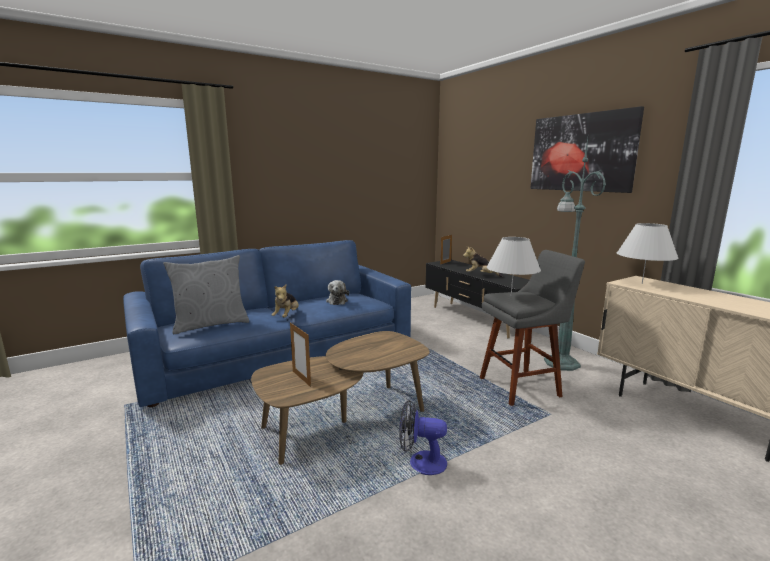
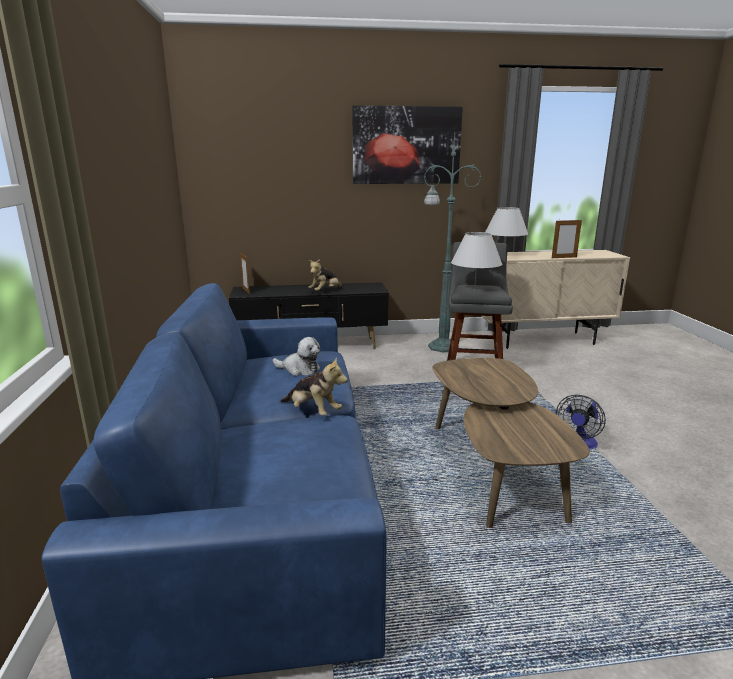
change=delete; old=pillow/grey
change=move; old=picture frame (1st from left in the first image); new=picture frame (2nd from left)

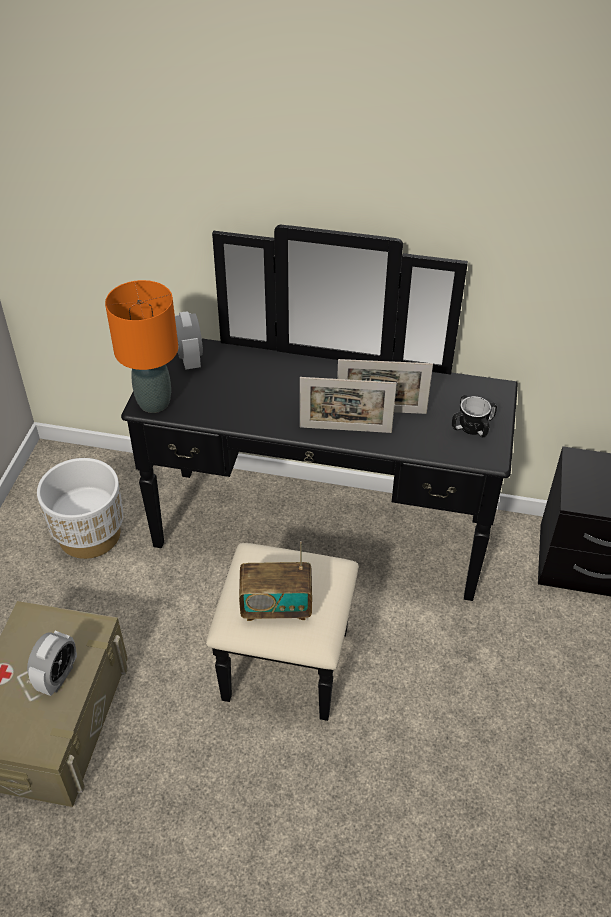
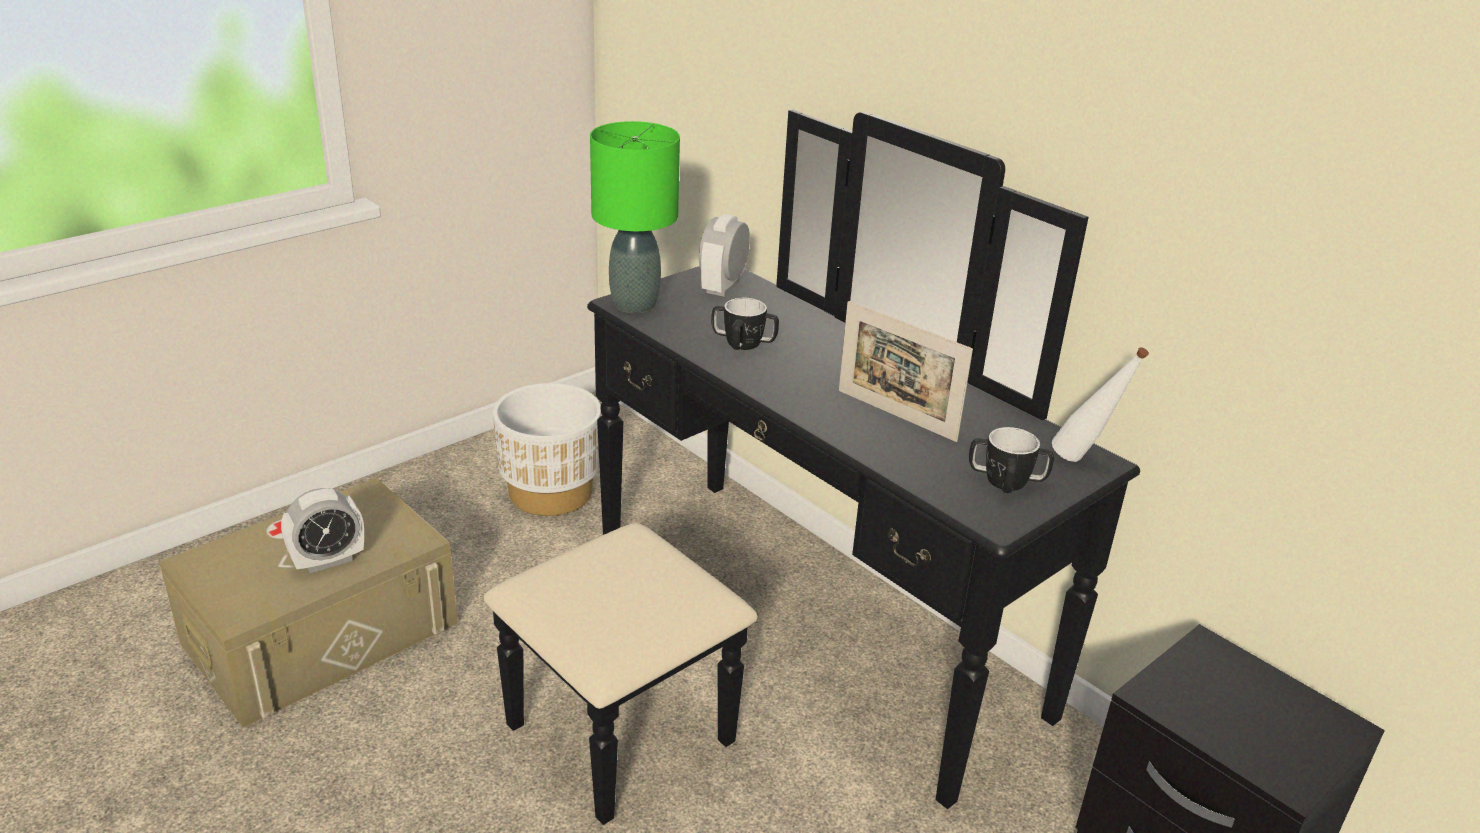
change=recolor; old=table lamp/orange; new=table lamp/green
change=delete; old=radio
change=delete; old=picture frame (1st from left)
change=insert; new=mug (1st from left)
change=insert; new=bottle/white

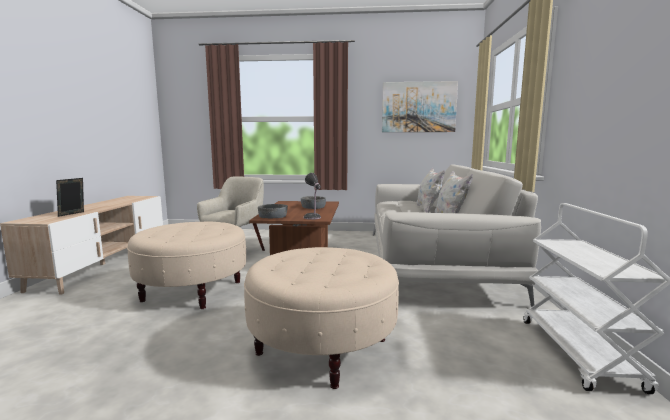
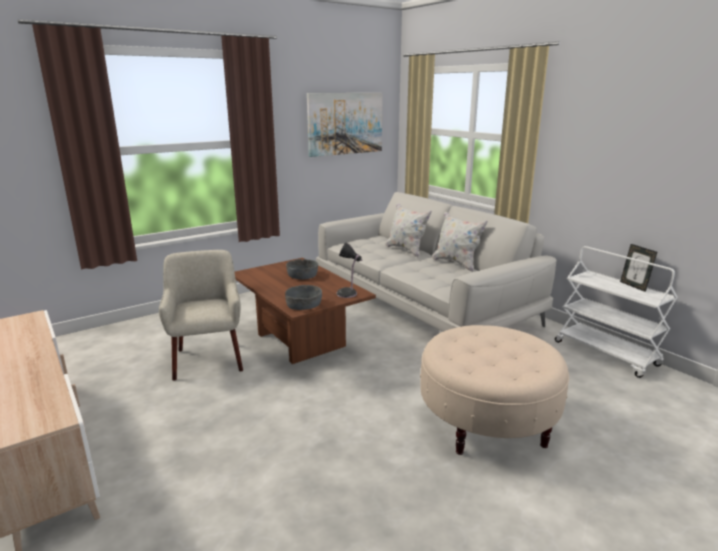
change=move; old=picture frame
change=delete; old=ottoman/beige (1st from left)

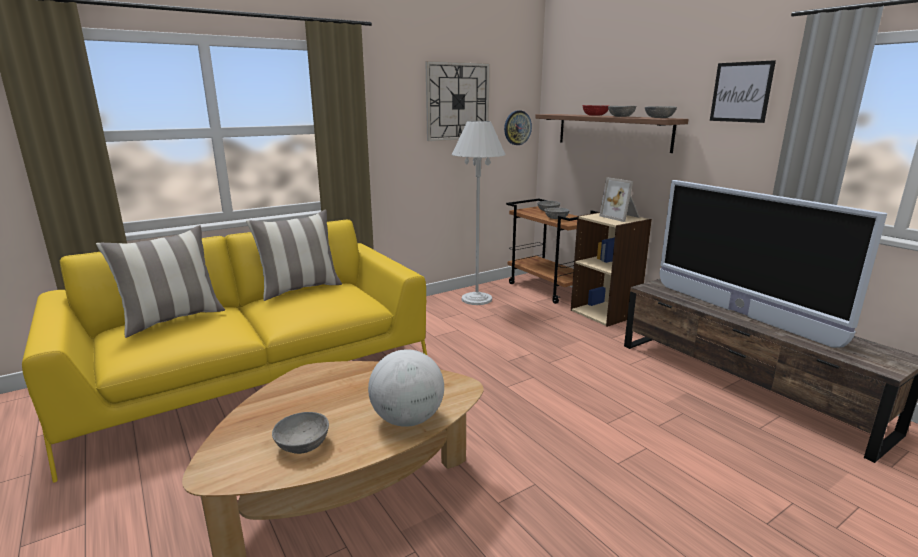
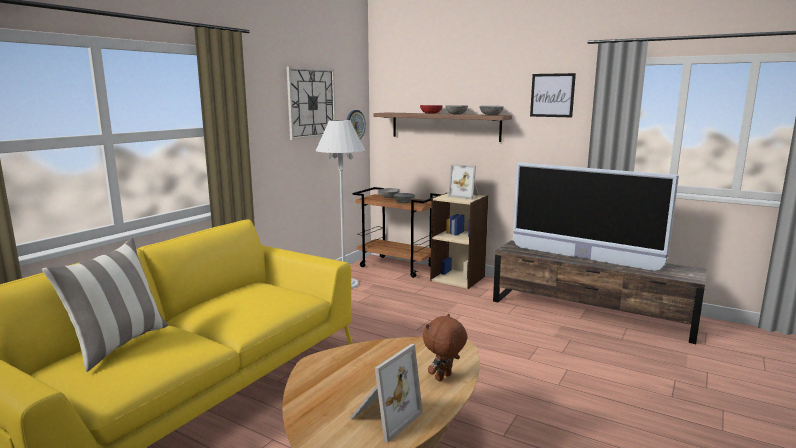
change=delete; old=pillow (2nd from left)
change=replace; old=bowl/grey (1st from left); new=picture frame (1st from left)
change=replace; old=globe; new=plush toy/brown

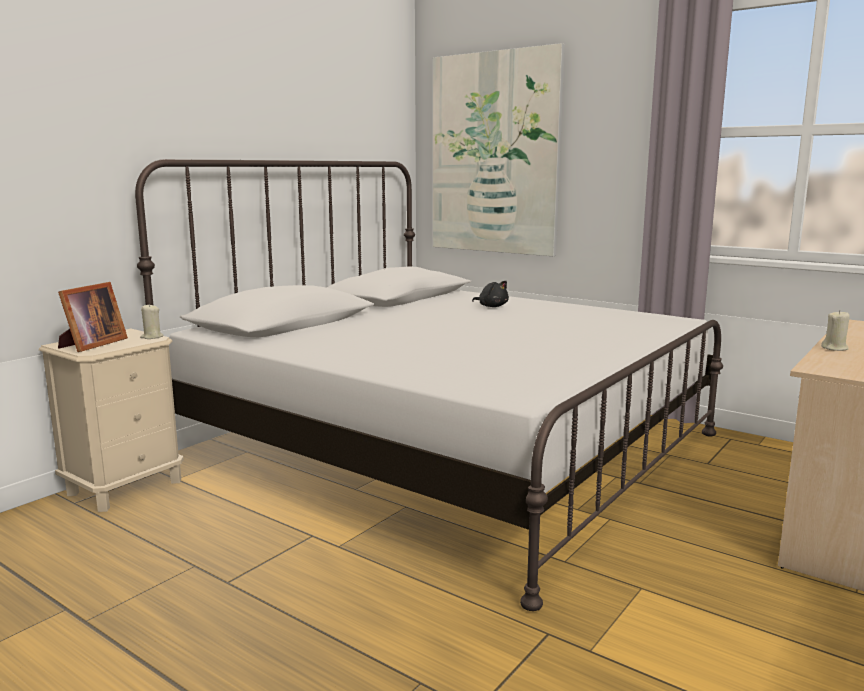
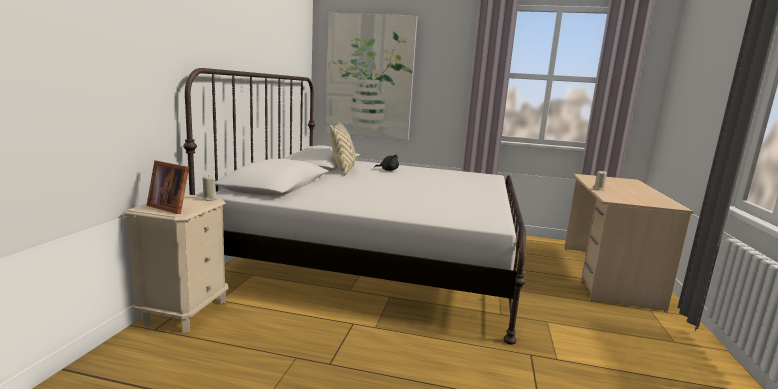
change=rotate; old=picture frame; degrees=120
change=insert; new=pillow/beige

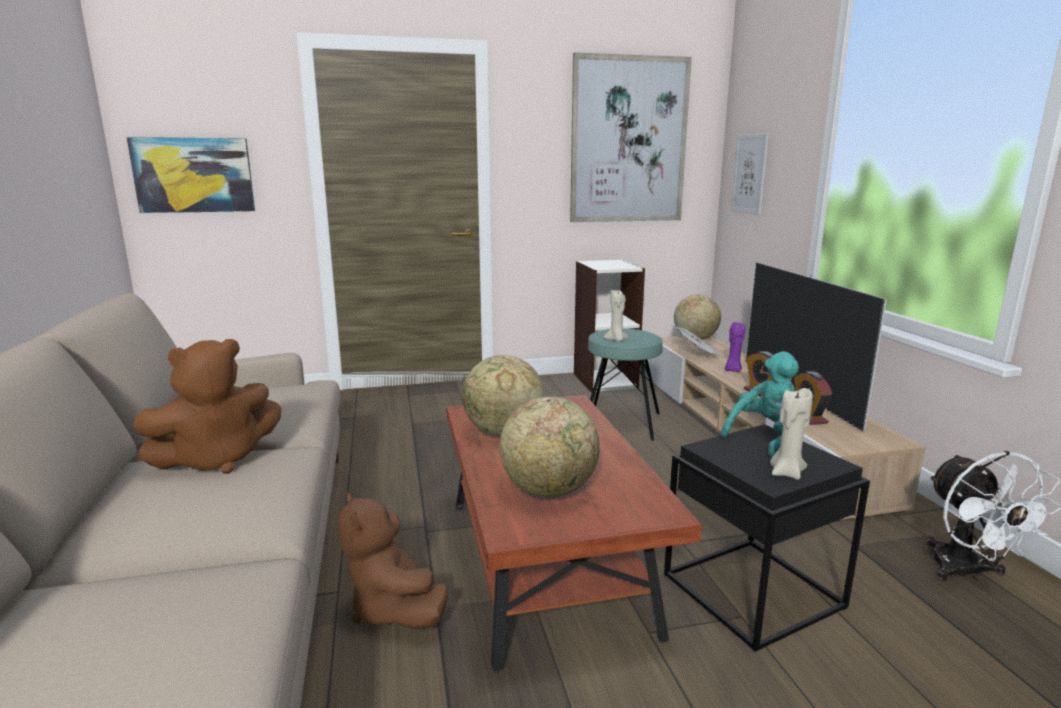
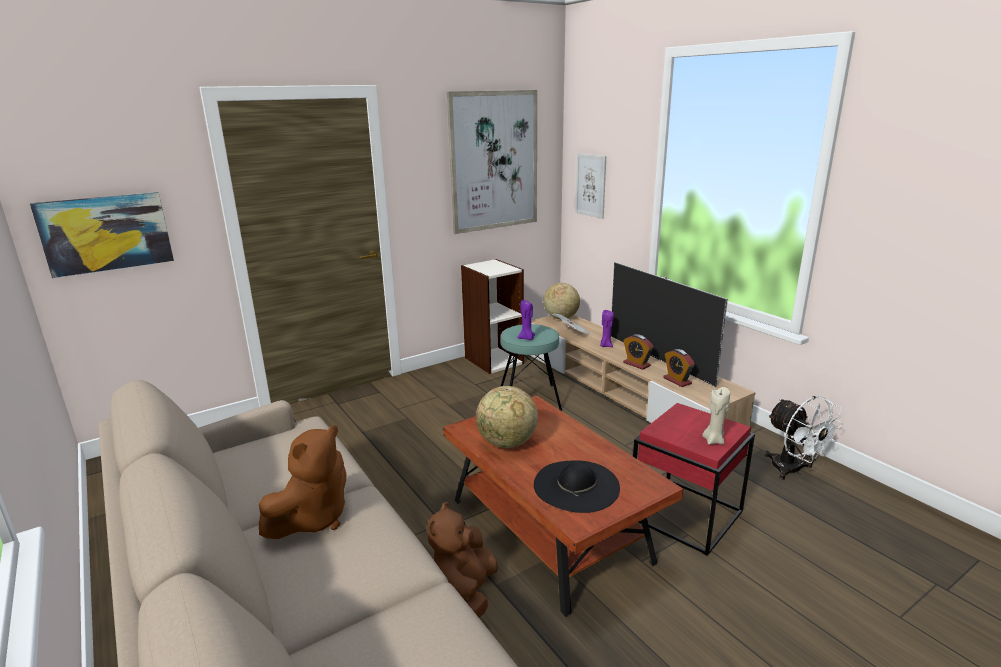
change=rotate; old=plush toy/brown (2nd from left); degrees=60
change=replace; old=globe (2nd from left); new=hat/black
change=recolor; old=candle/beige (1st from left); new=candle/purple (1st from left)
change=recolor; old=side table/black; new=side table/red
change=delete; old=plush toy/turquoise

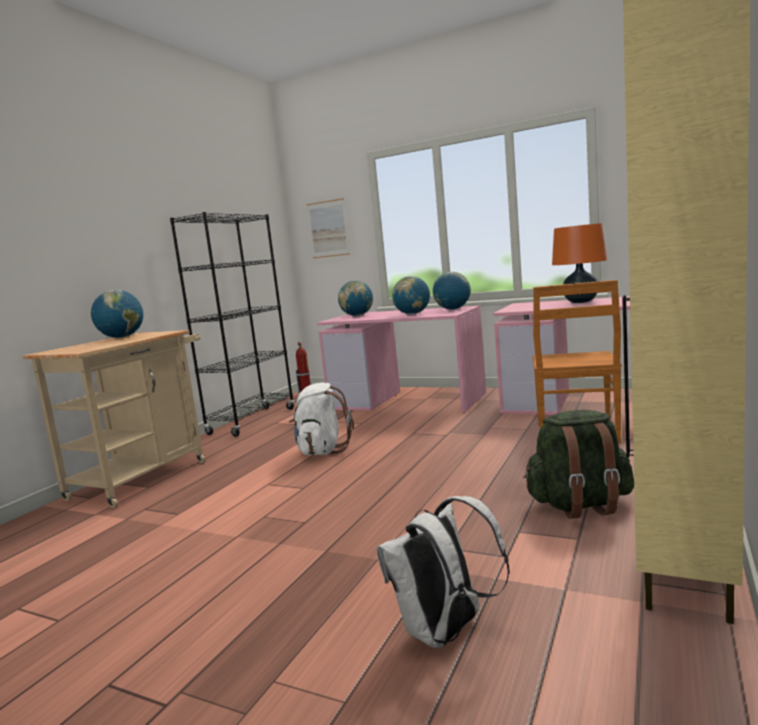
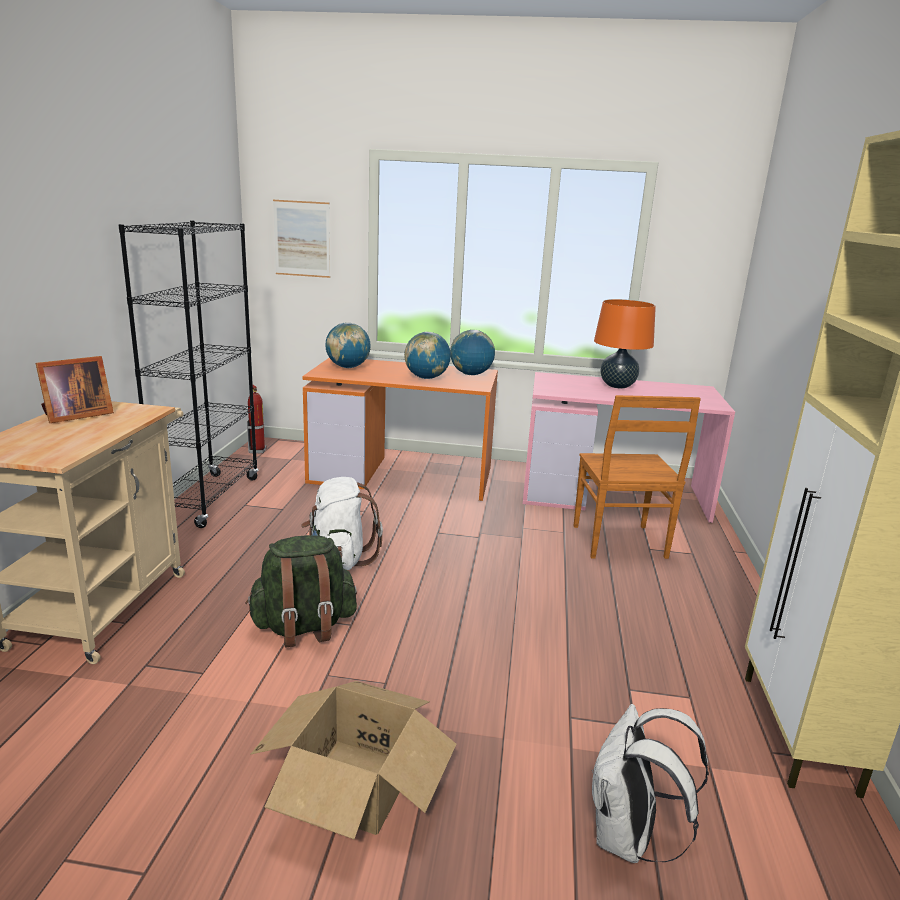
change=replace; old=globe (1st from left); new=picture frame
change=recolor; old=desk/pink (1st from left); new=desk/orange
change=move; old=backpack/green
change=insert; new=cardboard box

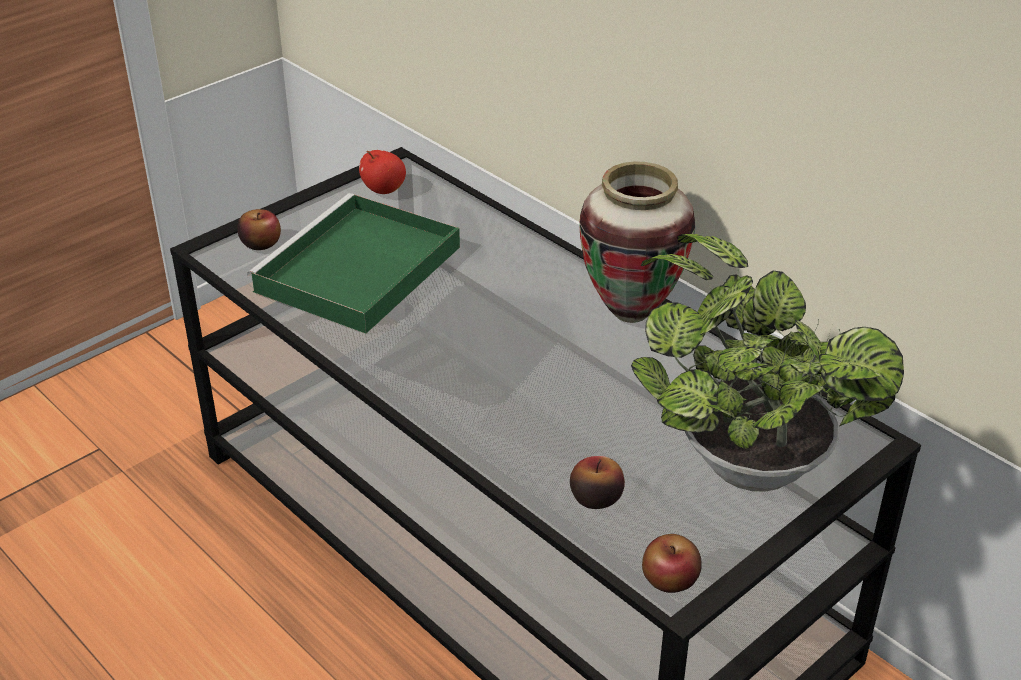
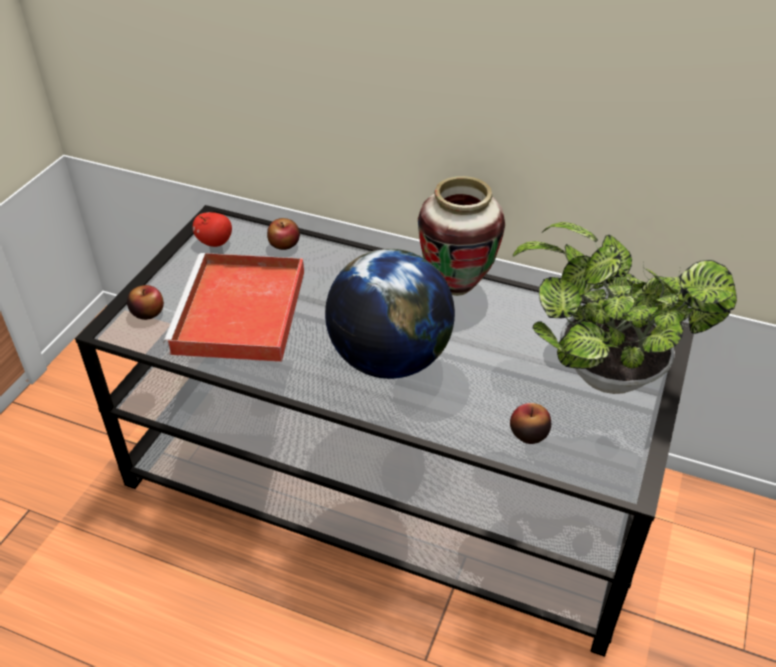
change=recolor; old=tray/green; new=tray/red
change=move; old=apple (4th from left in the first image); new=apple (3rd from left)
change=insert; new=globe

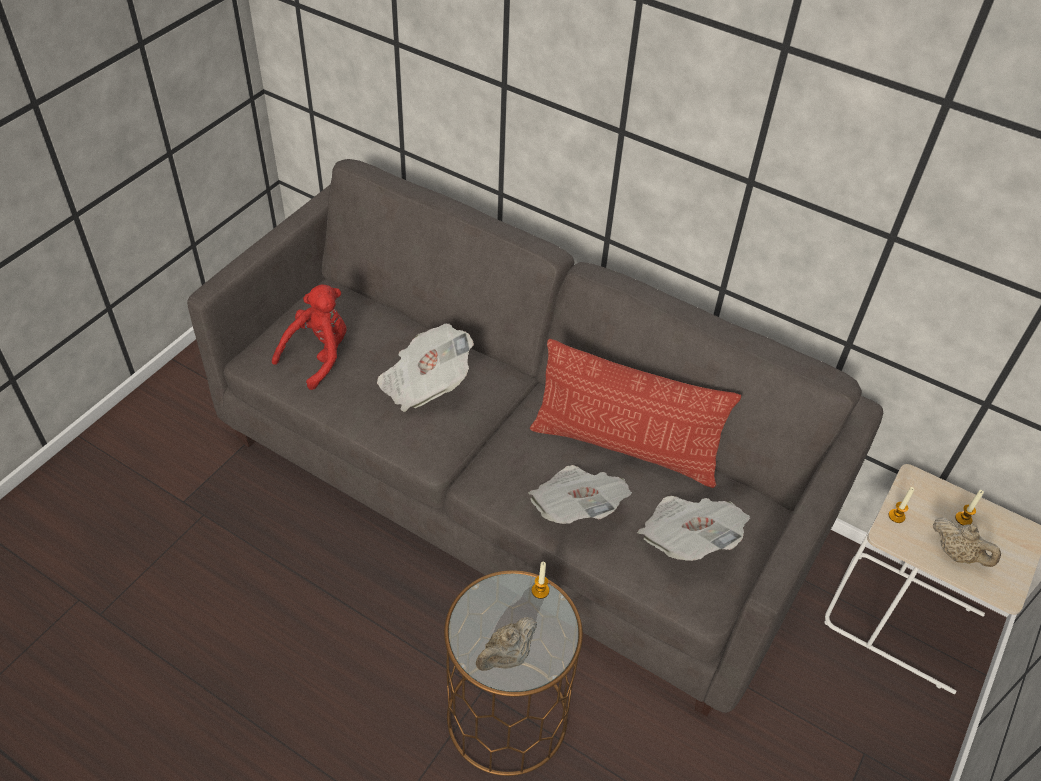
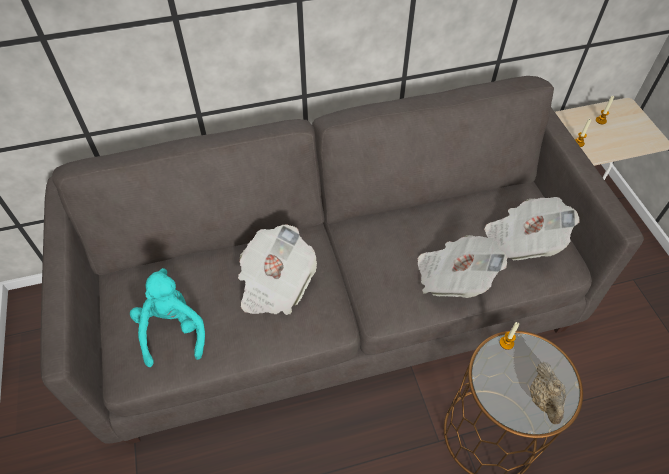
change=recolor; old=plush toy/red; new=plush toy/turquoise
change=delete; old=pillow
change=delete; old=teapot/beige (2nd from left)

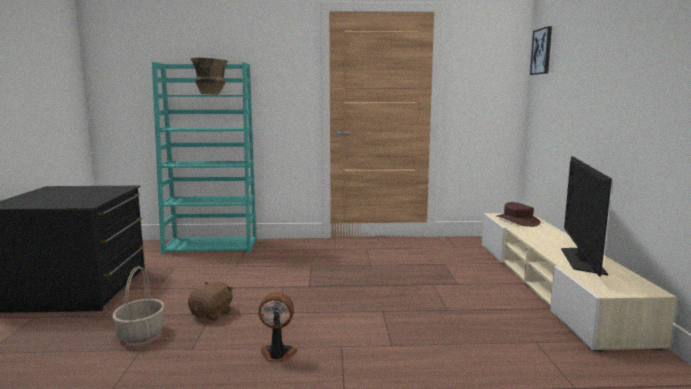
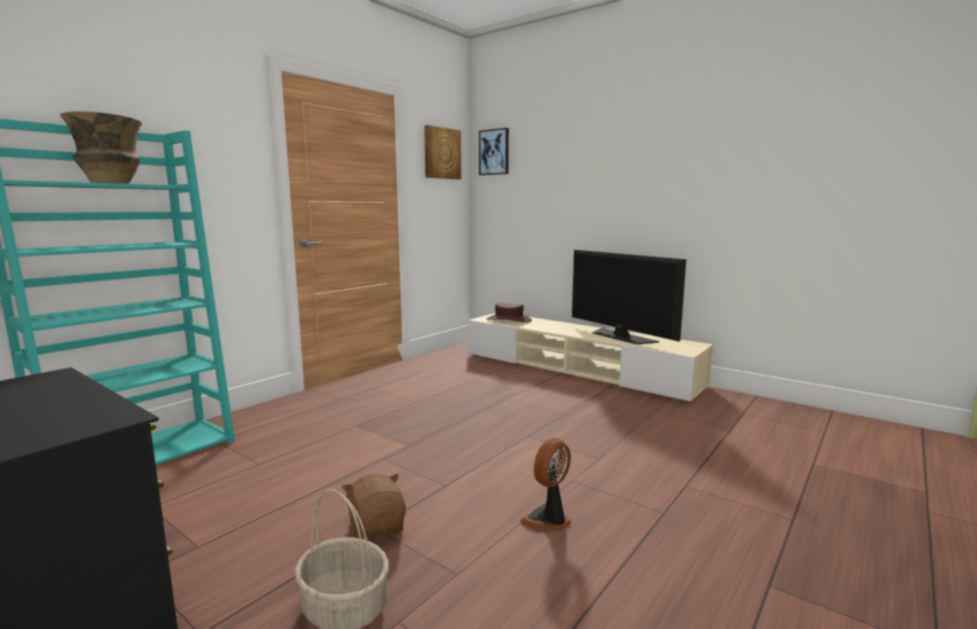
change=insert; new=picture (1st from left)

